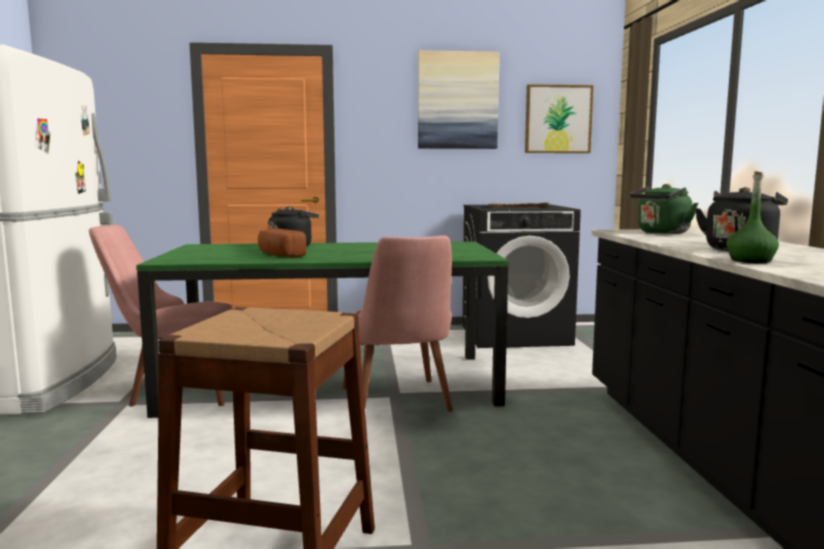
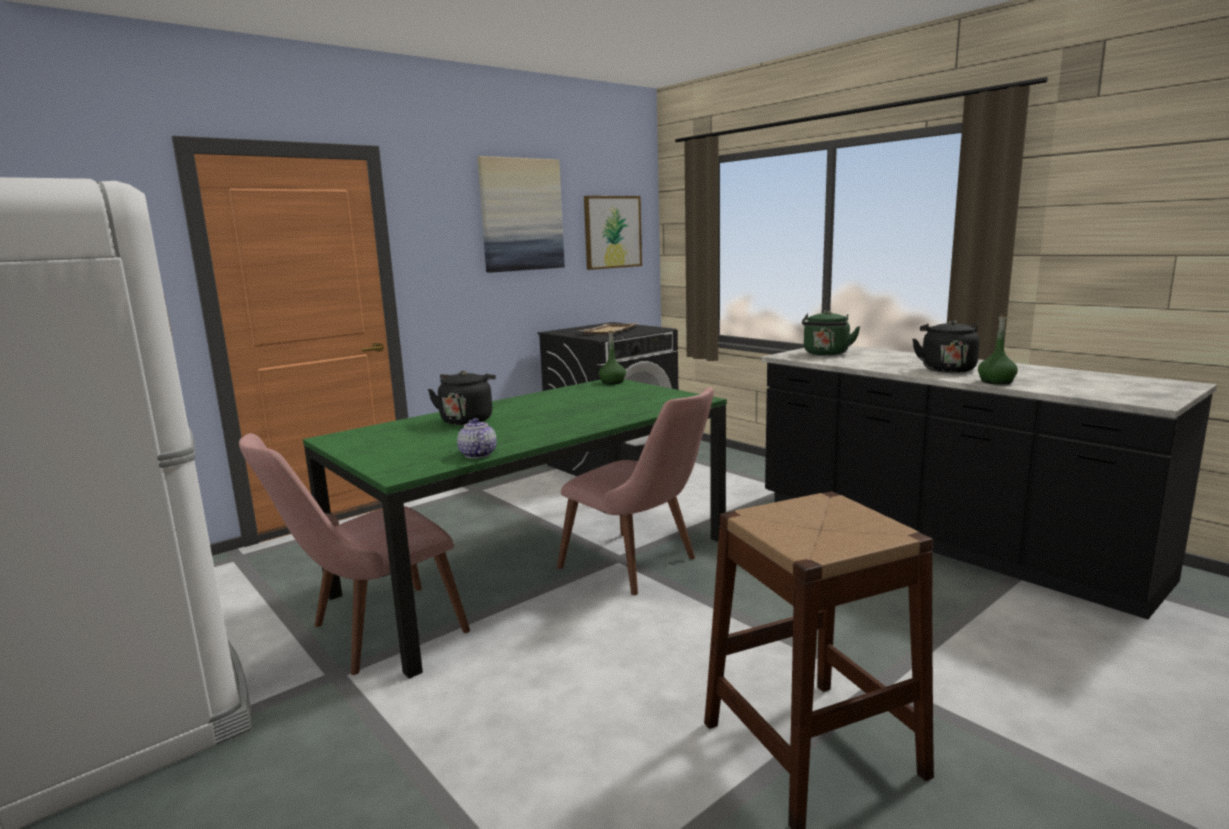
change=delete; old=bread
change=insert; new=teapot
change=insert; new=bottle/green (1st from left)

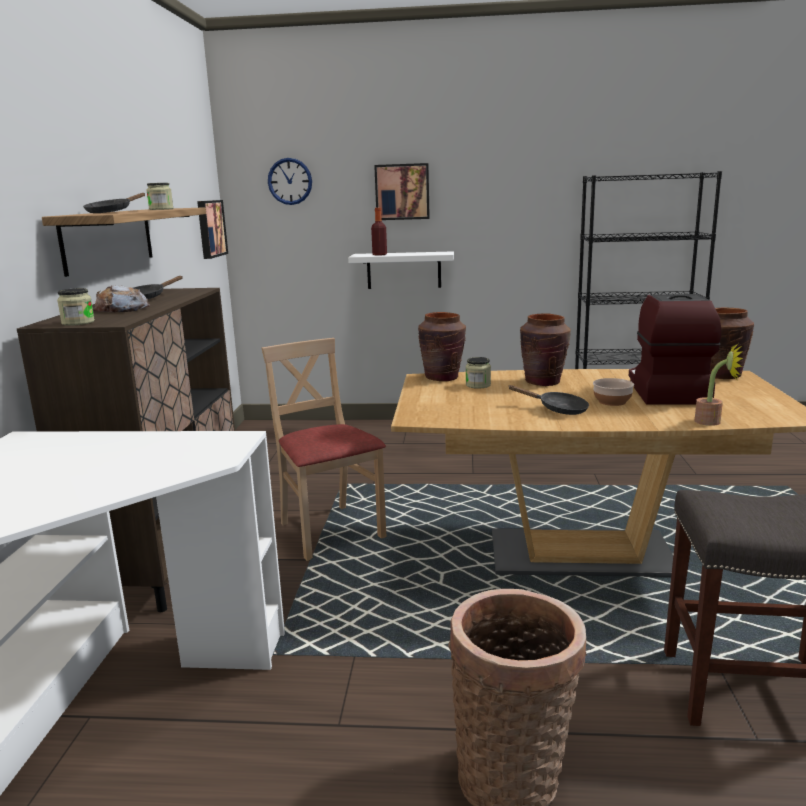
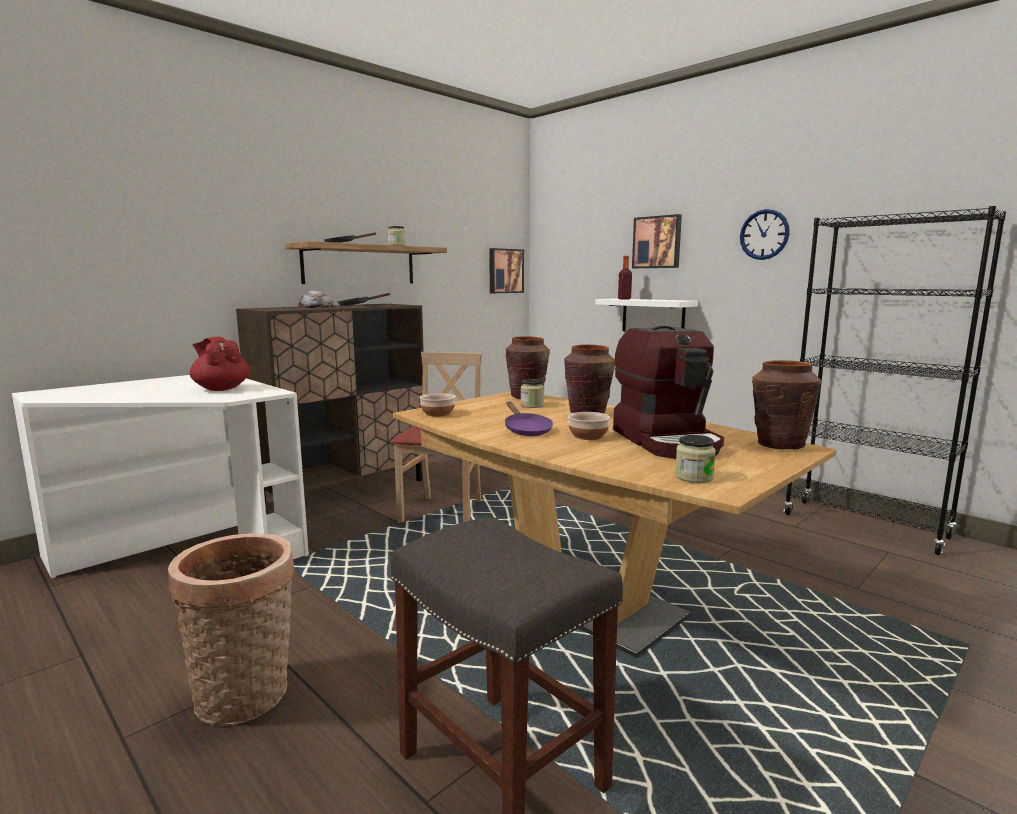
change=move; old=jar (1st from left in the first image); new=jar (3rd from left)
change=move; old=wall clock
change=recolor; old=frying pan/black (3rd from left); new=frying pan/purple
change=rotate; old=coffee machine; degrees=120
change=delete; old=potted plant
change=insert; new=teapot/red
change=insert; new=bowl (1st from left)

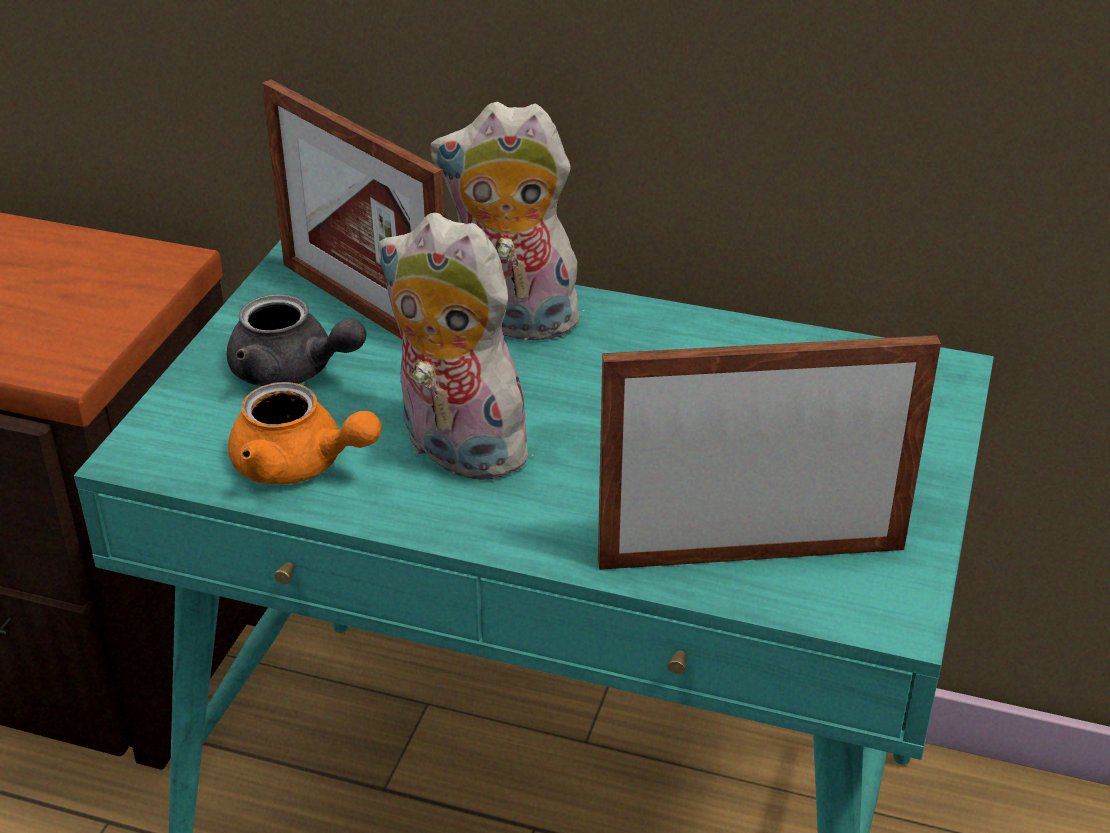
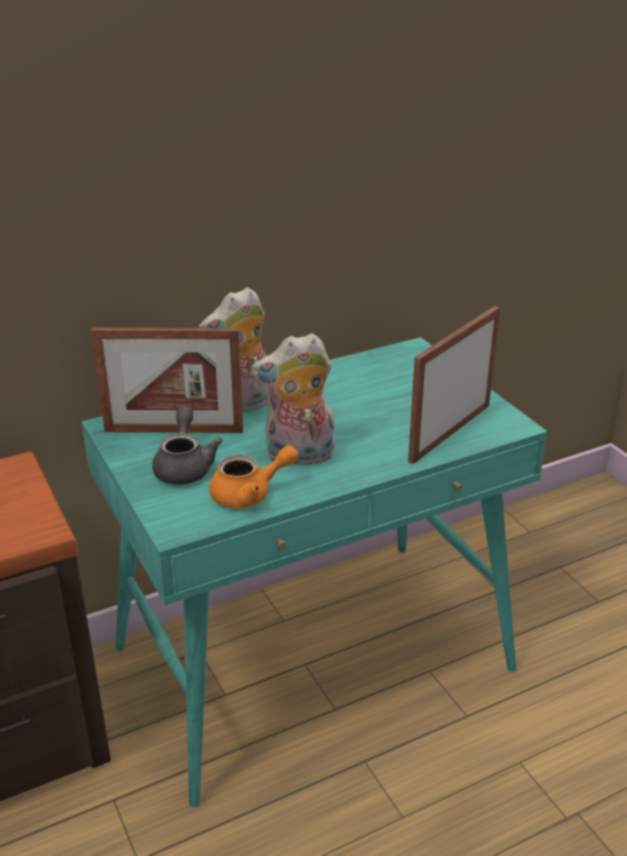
change=rotate; old=teapot/grey; degrees=-75

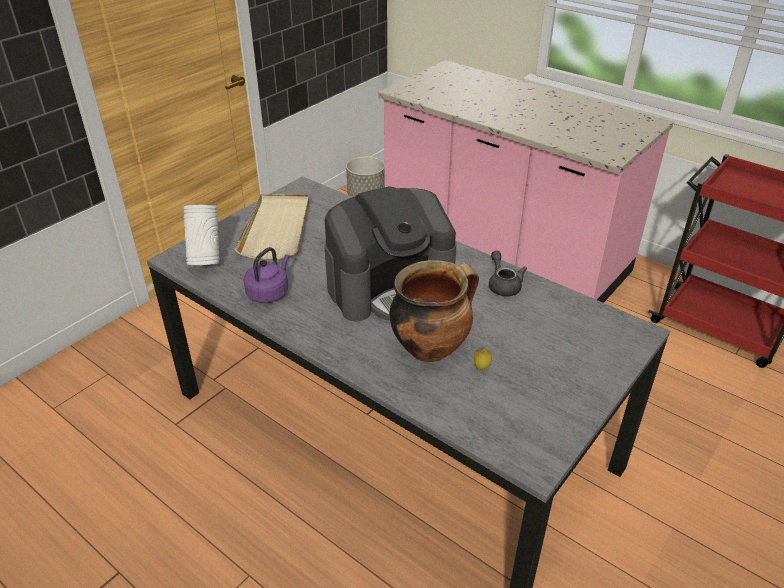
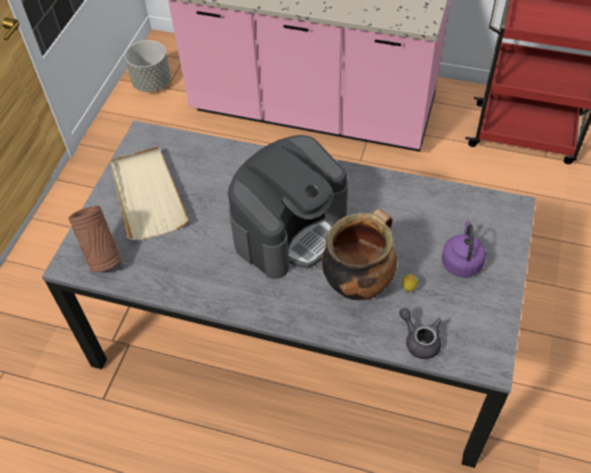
change=recolor; old=vase/white; new=vase/brown
change=move; old=kettle/purple
change=move; old=teapot/grey

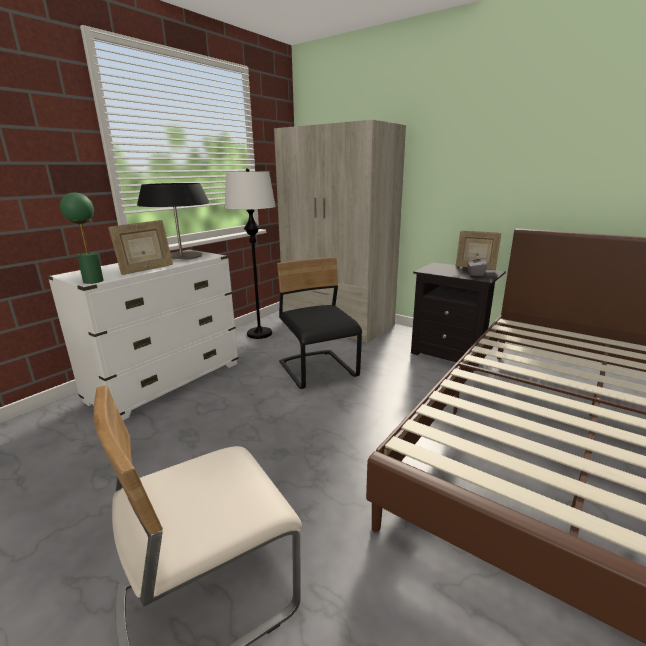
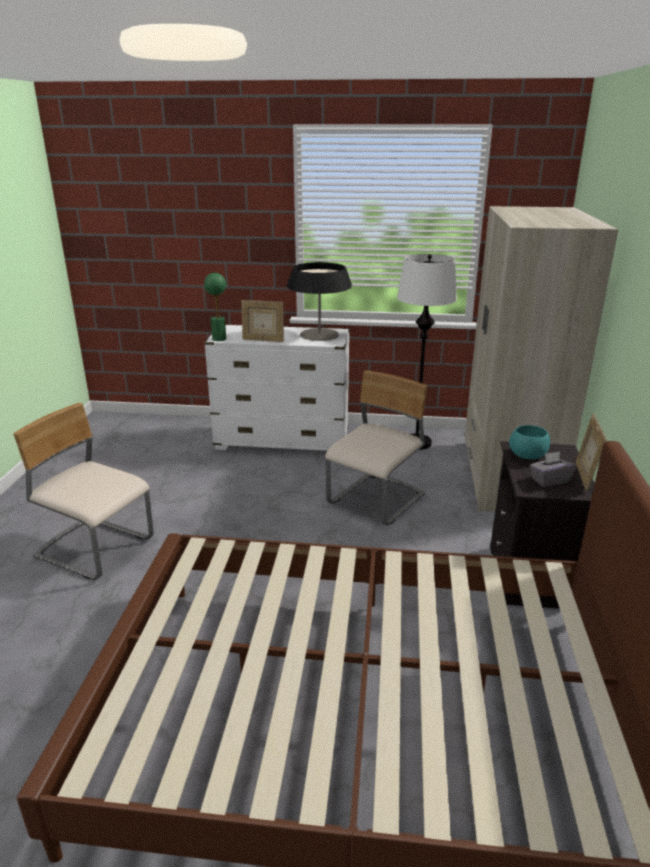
change=recolor; old=chair/black; new=chair/beige (2nd from left)
change=insert; new=bowl/turquoise

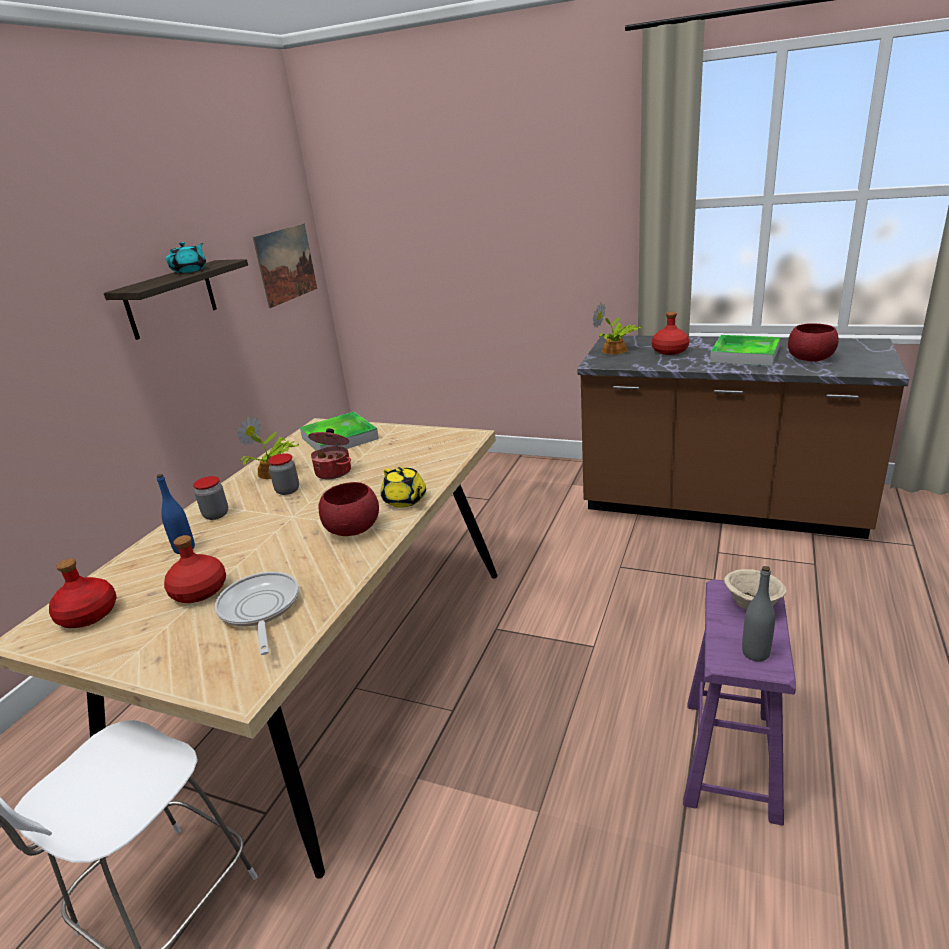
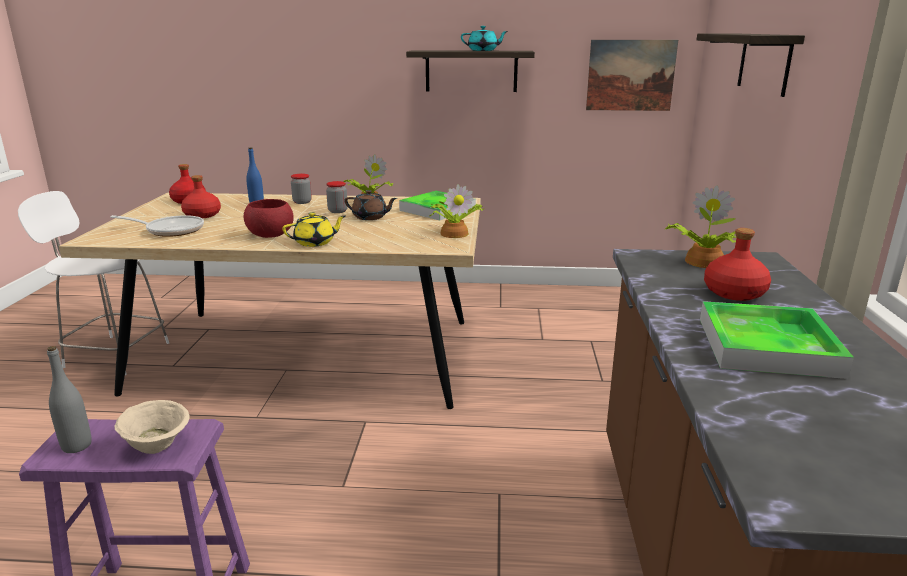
change=rotate; old=frying pan; degrees=45
change=replace; old=cooking pot; new=teapot/brown
change=rotate; old=teapot/yellow; degrees=-150
change=delete; old=bowl/red (2nd from left)
change=insert; new=potted plant (2nd from left)
change=insert; new=shelf (2nd from left)

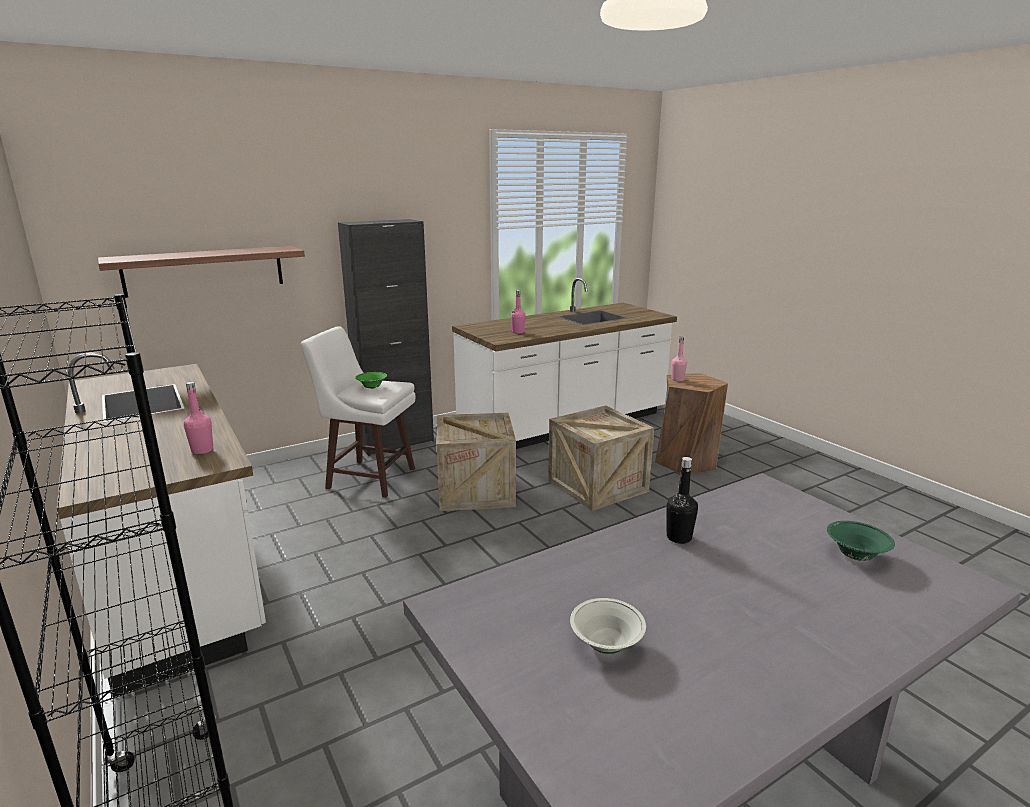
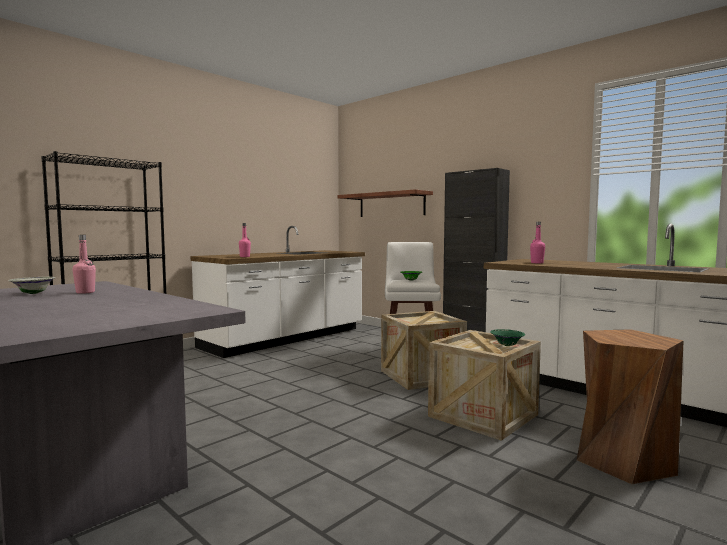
change=delete; old=bottle/black
change=move; old=bottle/pink (3rd from left in the first image); new=bottle/pink (1st from left)
change=move; old=bowl/green (2nd from left)

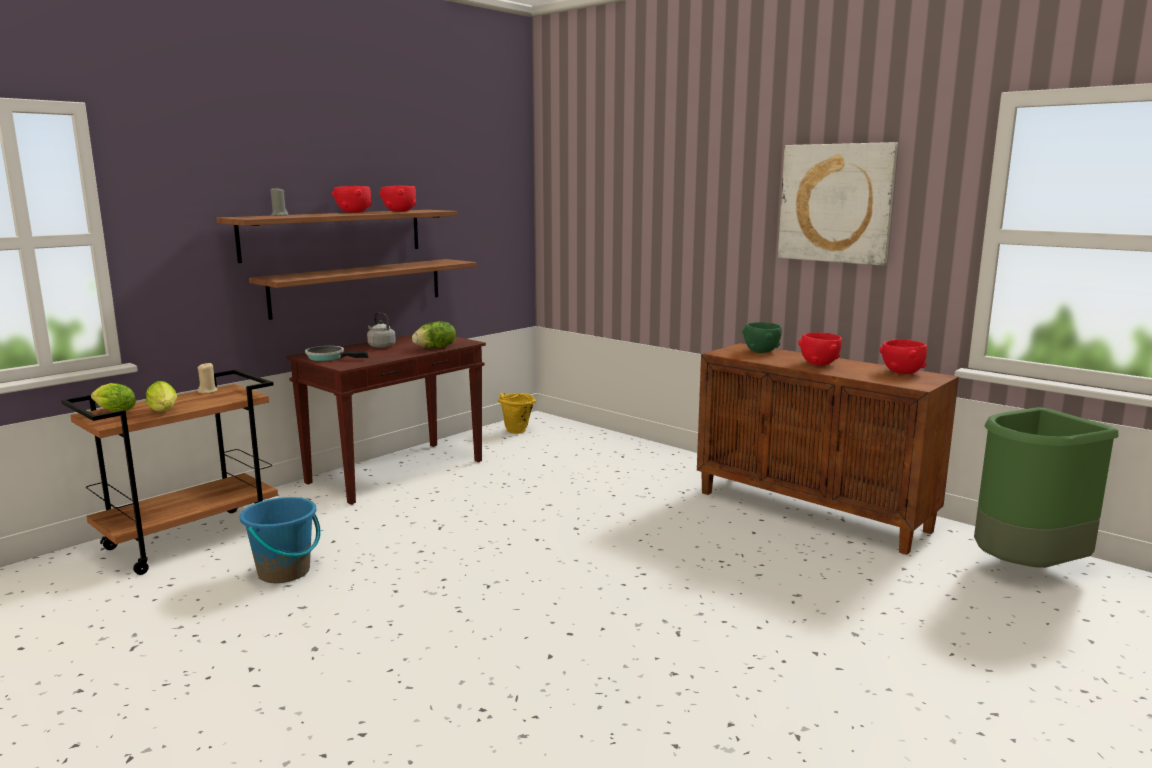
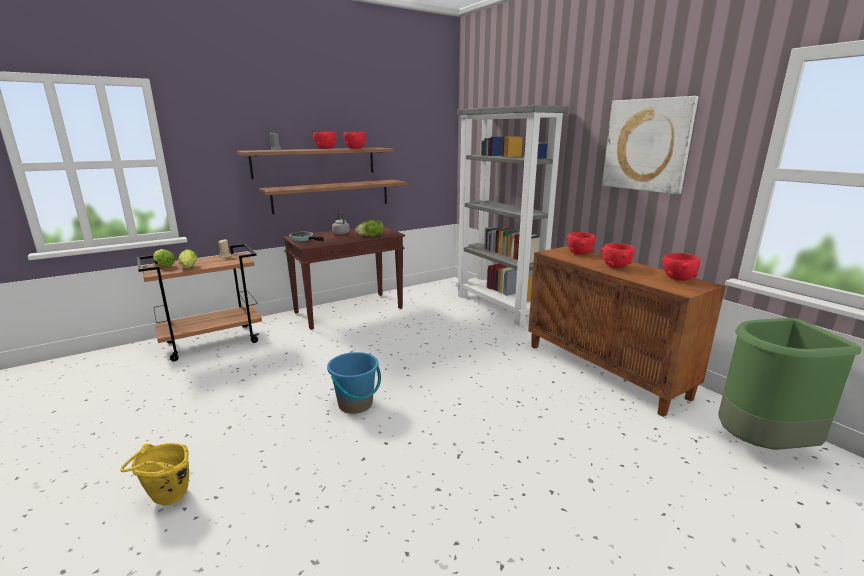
change=move; old=bucket/blue
change=move; old=bucket/yellow
change=recolor; old=bowl/green; new=bowl/red (3rd from left)
change=insert; new=bookcase/grey

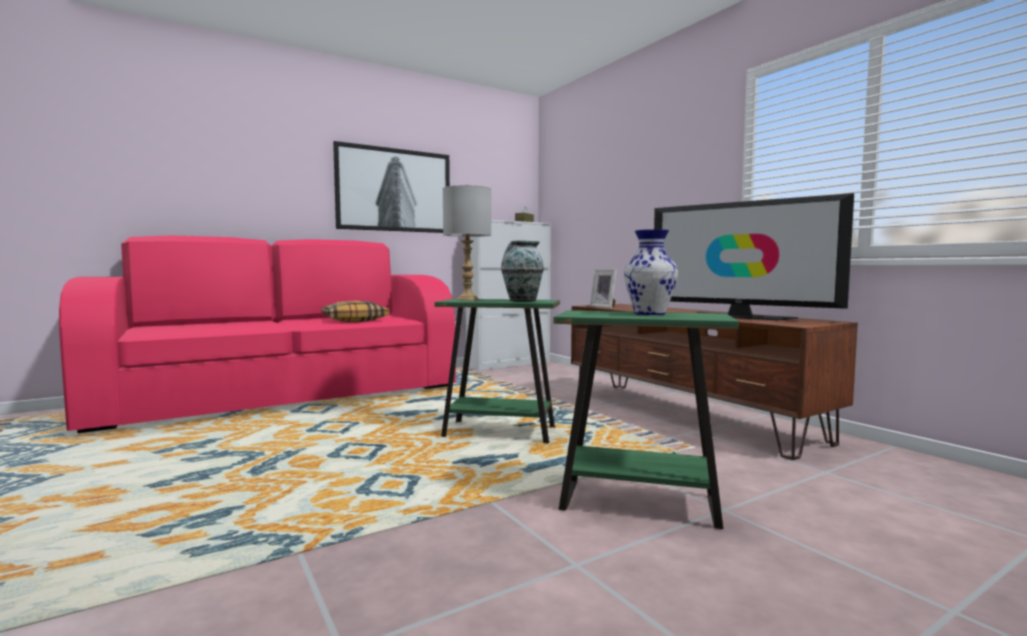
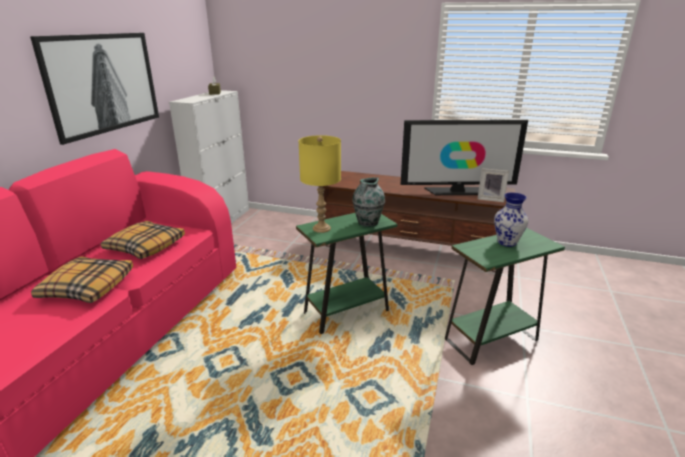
change=recolor; old=table lamp/grey; new=table lamp/yellow
change=move; old=picture frame
change=insert; new=pillow (1st from left)

